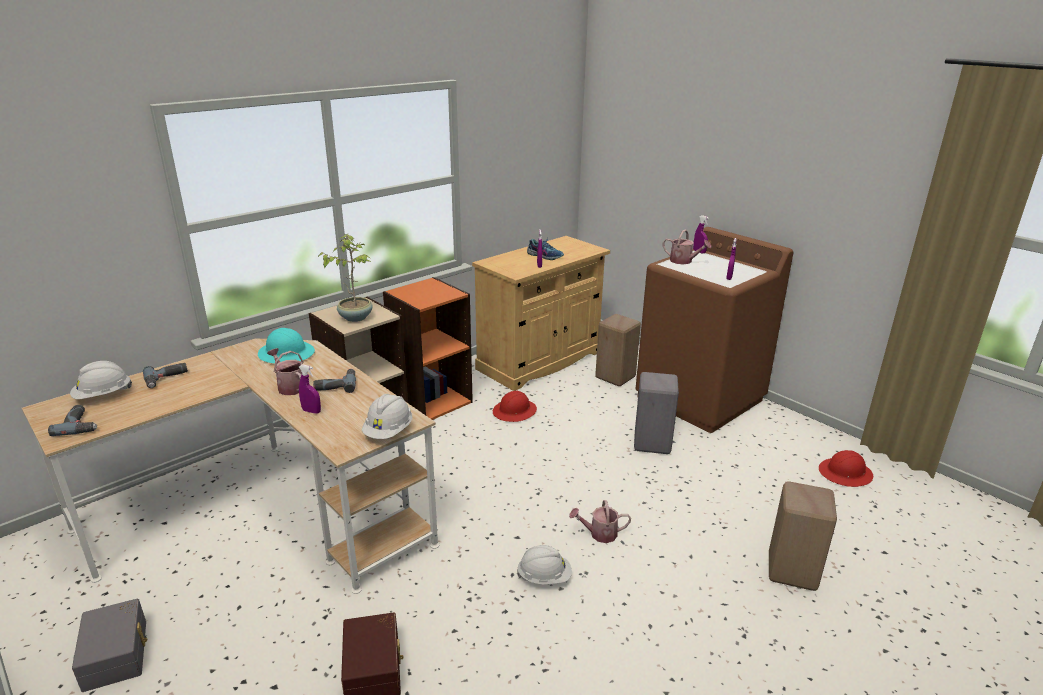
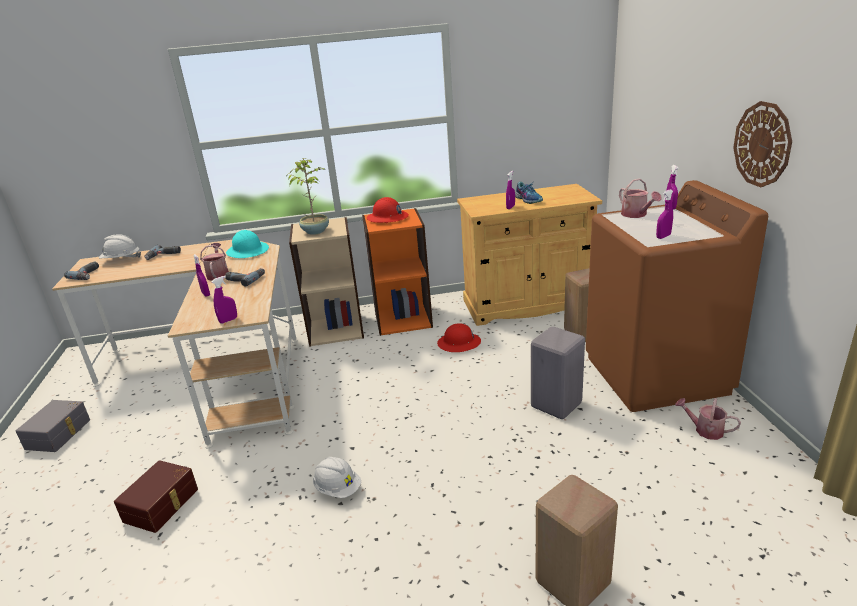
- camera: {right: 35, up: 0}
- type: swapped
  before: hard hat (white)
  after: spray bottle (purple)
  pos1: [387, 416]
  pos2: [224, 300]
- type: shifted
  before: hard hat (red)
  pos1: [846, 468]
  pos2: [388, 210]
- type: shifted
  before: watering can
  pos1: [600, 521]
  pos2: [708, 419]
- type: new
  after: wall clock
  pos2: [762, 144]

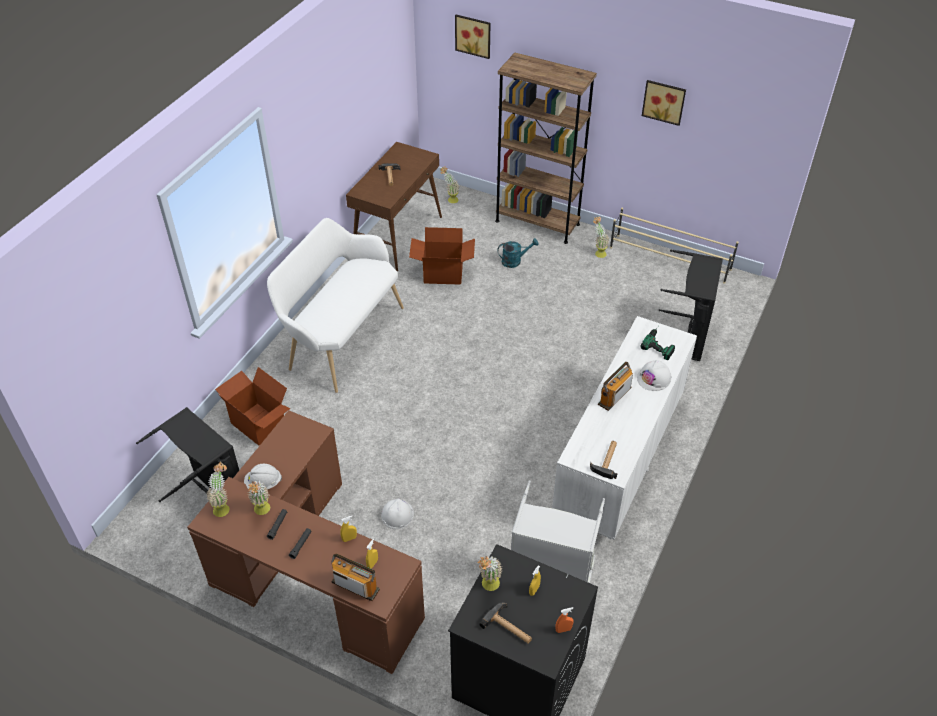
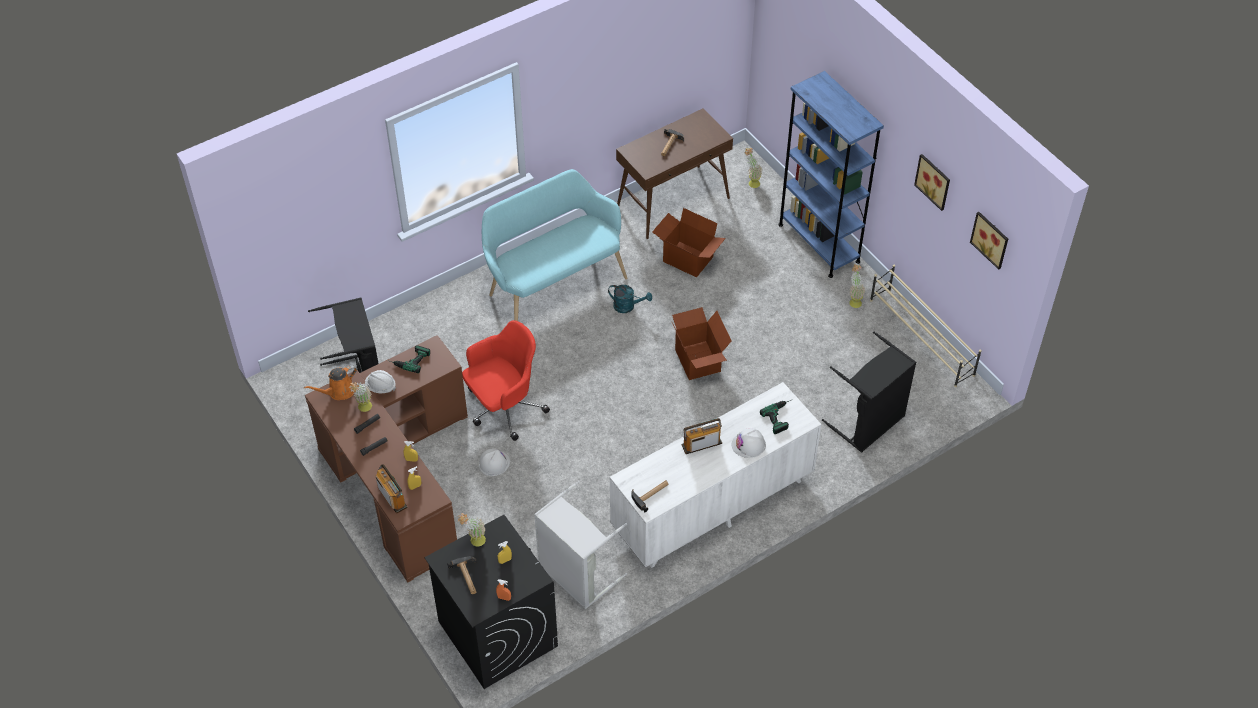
- camera: {right: 30, up: 5}
- type: shifted
  before: picture
  pos1: [473, 37]
  pos2: [989, 240]
- type: repainted
  before: bookcase (brown)
  after: bookcase (blue)
  pos1: [546, 148]
  pos2: [831, 174]
- type: repainted
  before: bench (white)
  after: bench (turquoise)
  pos1: [335, 305]
  pos2: [554, 245]
- type: shifted
  before: watering can (turquoise)
  pos1: [518, 253]
  pos2: [630, 299]
- type: shifted
  before: cardboard box
  pos1: [253, 406]
  pos2: [701, 343]
- type: swapped
  before: potted plant
  after: watering can (orange)
  pos1: [218, 489]
  pos2: [330, 382]
- type: new
  after: office chair (red)
  pos2: [506, 380]
- type: new
  after: power drill
  pos2: [408, 359]

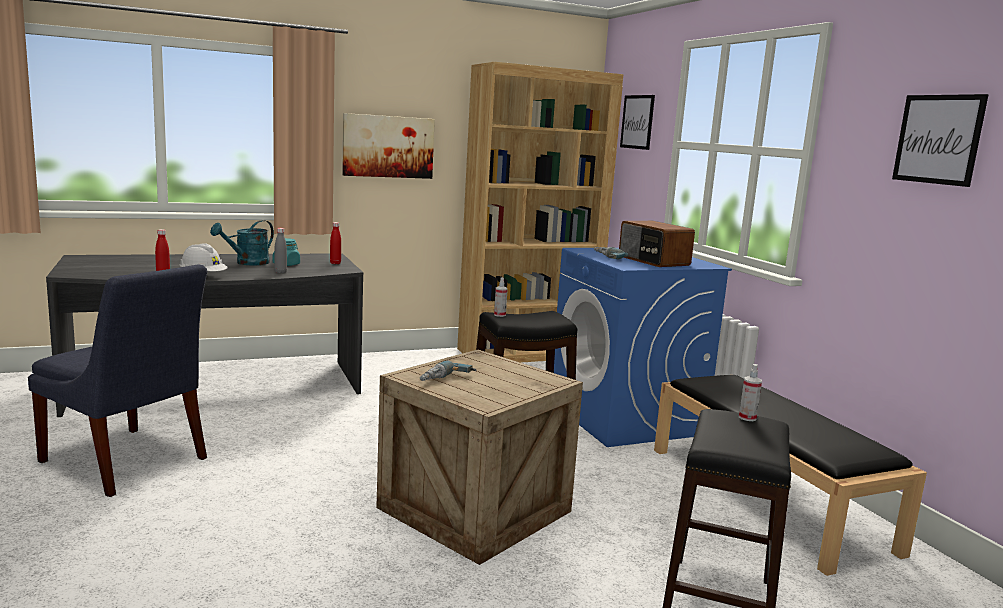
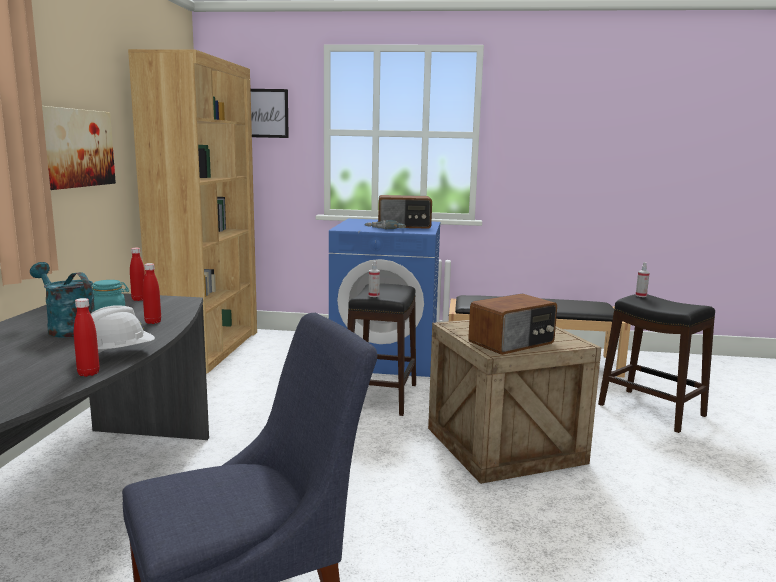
- camera: {right: -60, up: 0}
- type: gone
  before: picture
  pos1: [940, 140]
- type: rotated
  before: watering can (turquoise)
  pos1: [242, 243]
  pos2: [62, 300]
  turn: 150
- type: repainted
  before: bottle (grey)
  after: bottle (red)
  pos1: [280, 250]
  pos2: [152, 293]
- type: swapped
  before: power drill
  after: radio
  pos1: [448, 371]
  pos2: [512, 324]

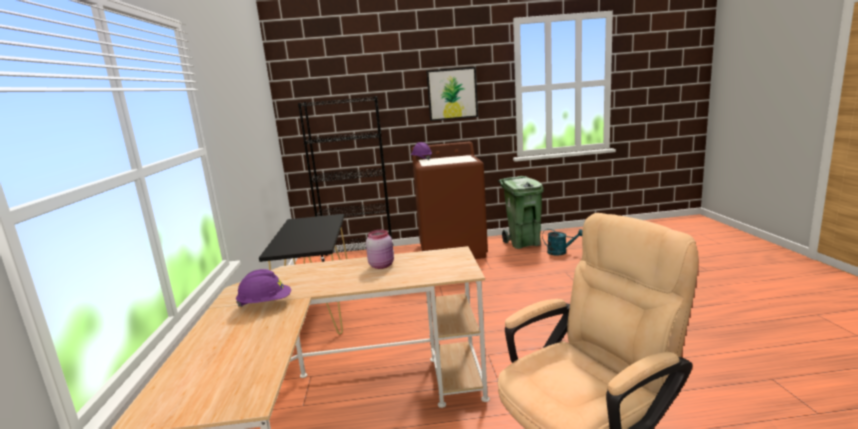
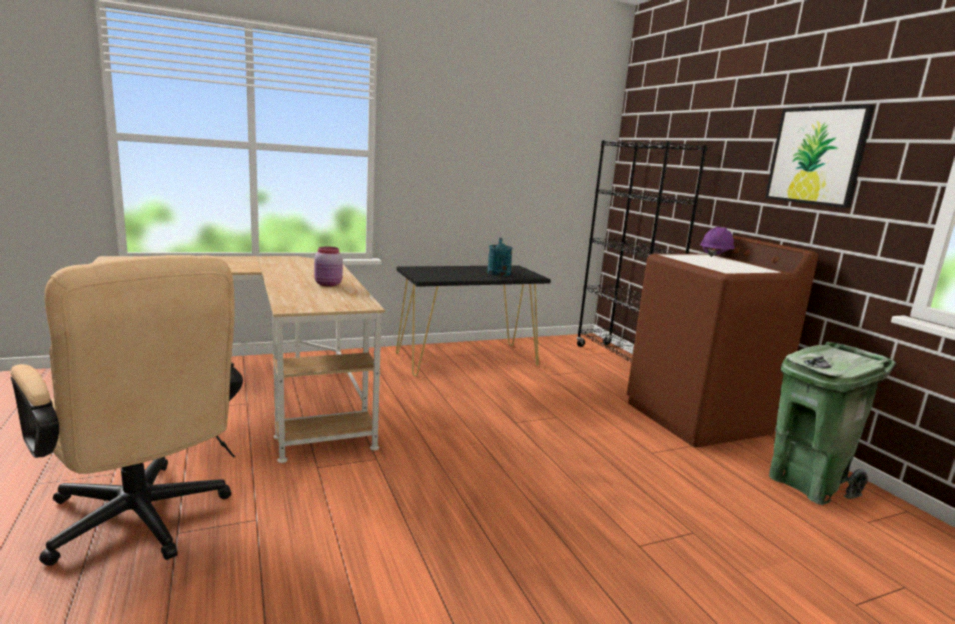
- camera: {right: 70, up: 0}
- type: shifted
  before: watering can (turquoise)
  pos1: [562, 242]
  pos2: [500, 257]
- type: gone
  before: hard hat (purple)
  pos1: [263, 288]

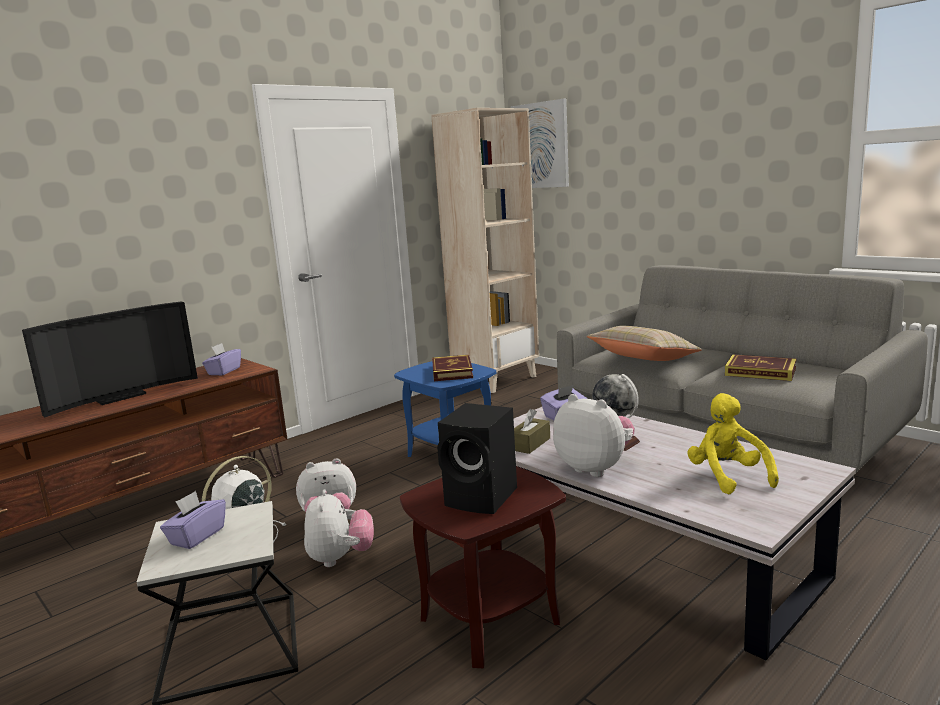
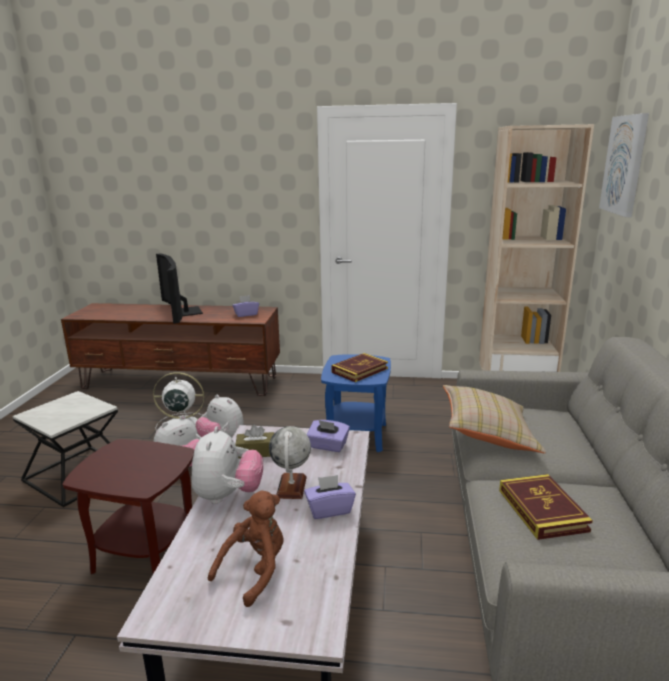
- camera: {right: 50, up: 5}
- type: rotated
  before: television
  pos1: [110, 359]
  pos2: [179, 289]
  turn: 60
- type: repainted
  before: plush toy (yellow)
  after: plush toy (brown)
  pos1: [733, 444]
  pos2: [246, 549]
- type: gone
  before: speaker (black)
  pos1: [477, 458]
- type: shifted
  before: tissue box (purple)
  pos1: [193, 520]
  pos2: [330, 497]

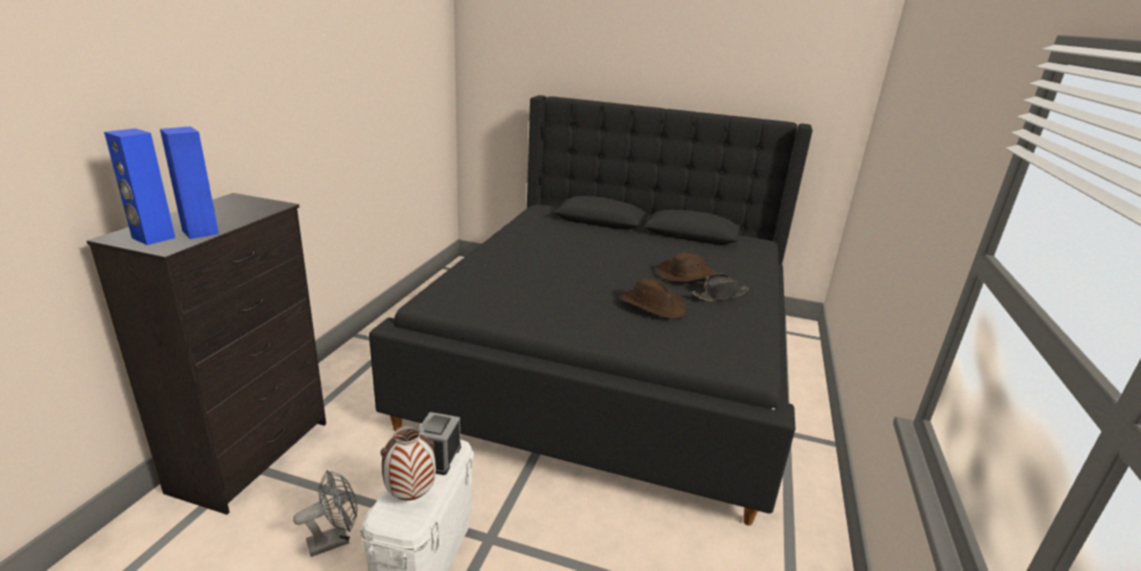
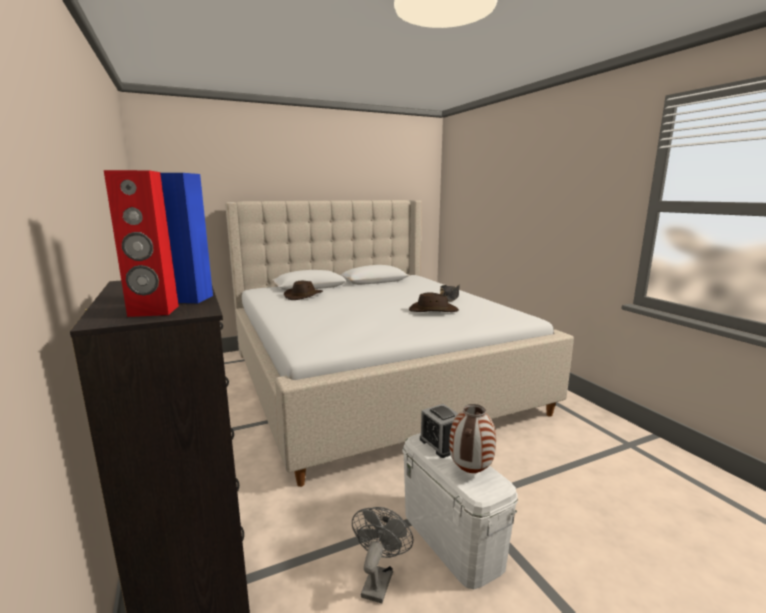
- camera: {right: -40, up: -10}
- type: repainted
  before: bed (black)
  after: bed (beige)
  pos1: [591, 310]
  pos2: [399, 343]
- type: repainted
  before: speaker (blue)
  after: speaker (red)
  pos1: [139, 186]
  pos2: [141, 243]
- type: shifted
  before: hat (brown)
  pos1: [687, 267]
  pos2: [303, 290]

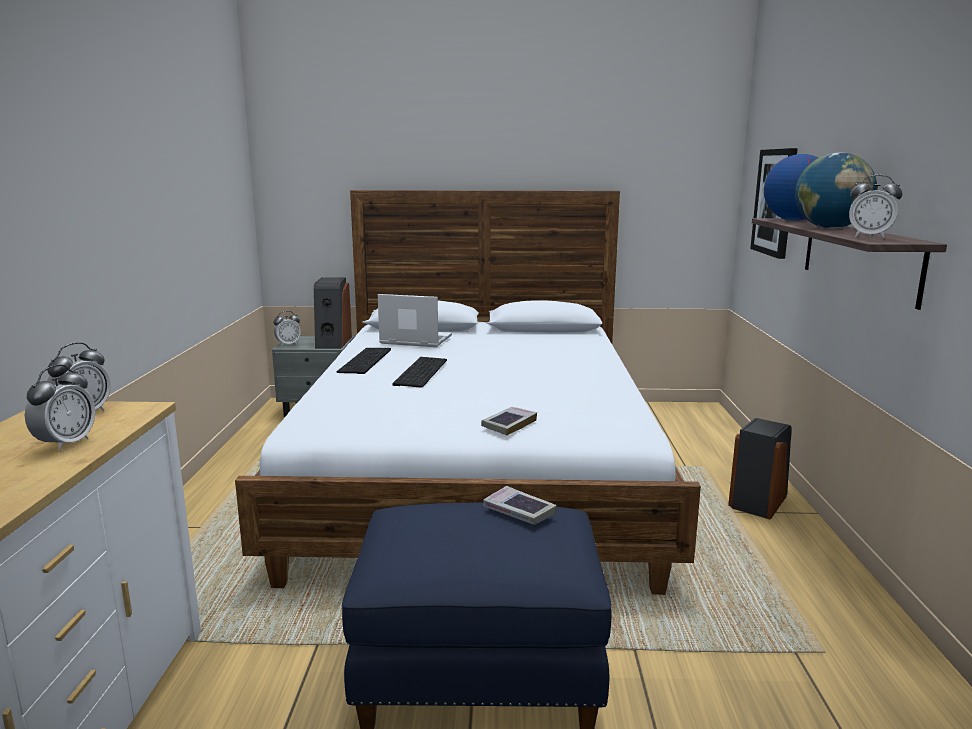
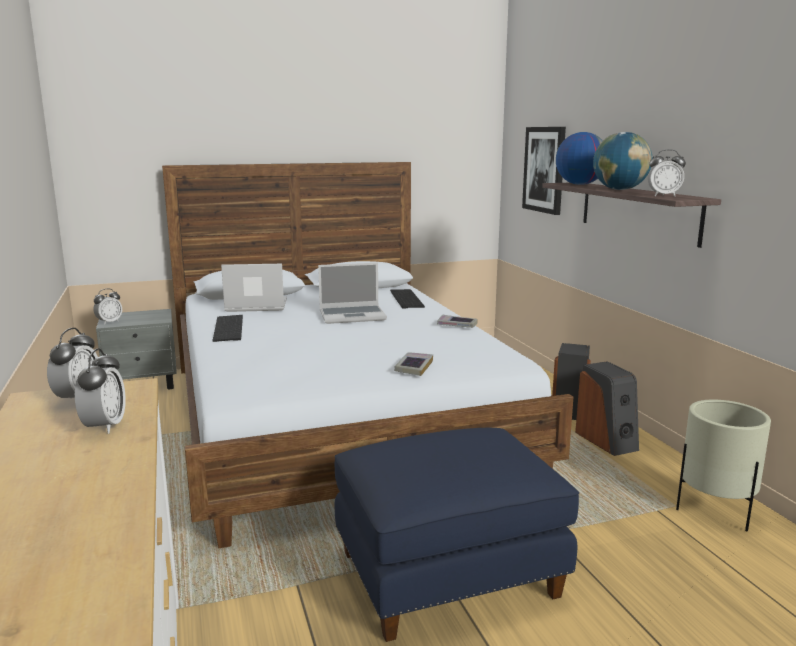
- camera: {right: -20, up: 0}
- type: shifted
  before: speaker
  pos1: [333, 313]
  pos2: [607, 408]
- type: shifted
  before: keyboard
  pos1: [419, 372]
  pos2: [407, 298]
- type: shifted
  before: book
  pos1: [520, 505]
  pos2: [457, 321]
- type: new
  after: laptop
  pos2: [352, 293]
- type: new
  after: planter (beige)
  pos2: [723, 466]

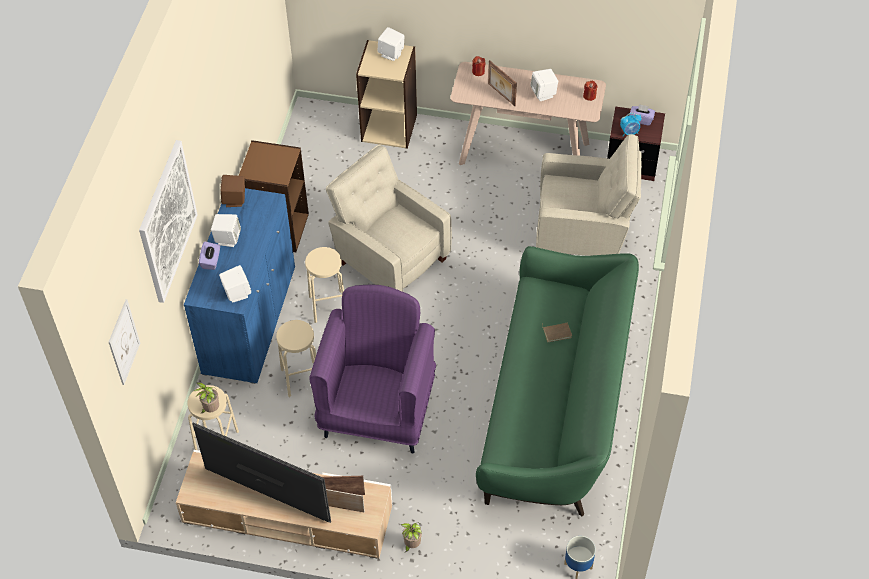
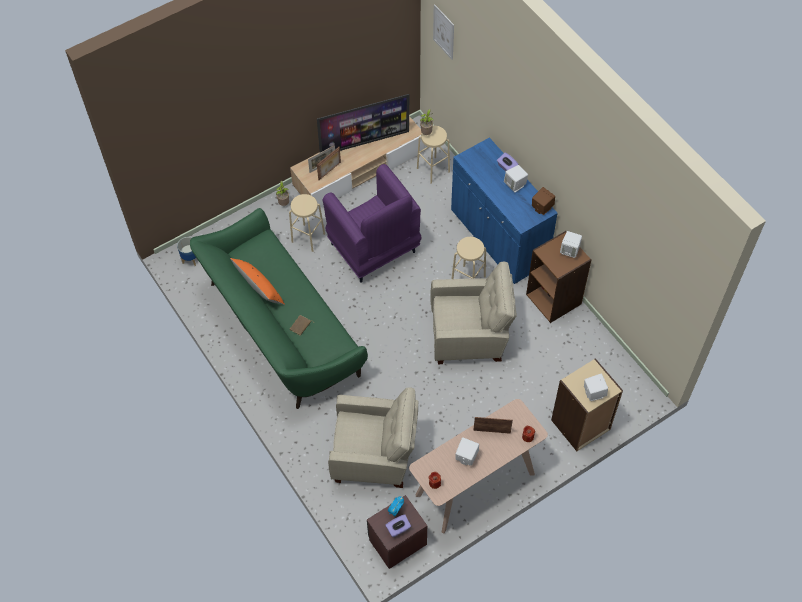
- camera: {right: 135, up: 5}
- type: rotated
  before: armchair (beige)
  pos1: [589, 195]
  pos2: [373, 437]
  turn: -135
- type: gone
  before: picture
  pos1: [168, 221]
- type: shifted
  before: speaker (white)
  pos1: [235, 283]
  pos2: [571, 244]
- type: shifted
  before: stool (beige)
  pos1: [296, 358]
  pos2: [307, 223]
- type: new
  after: pillow (orange)
  pos2: [257, 281]

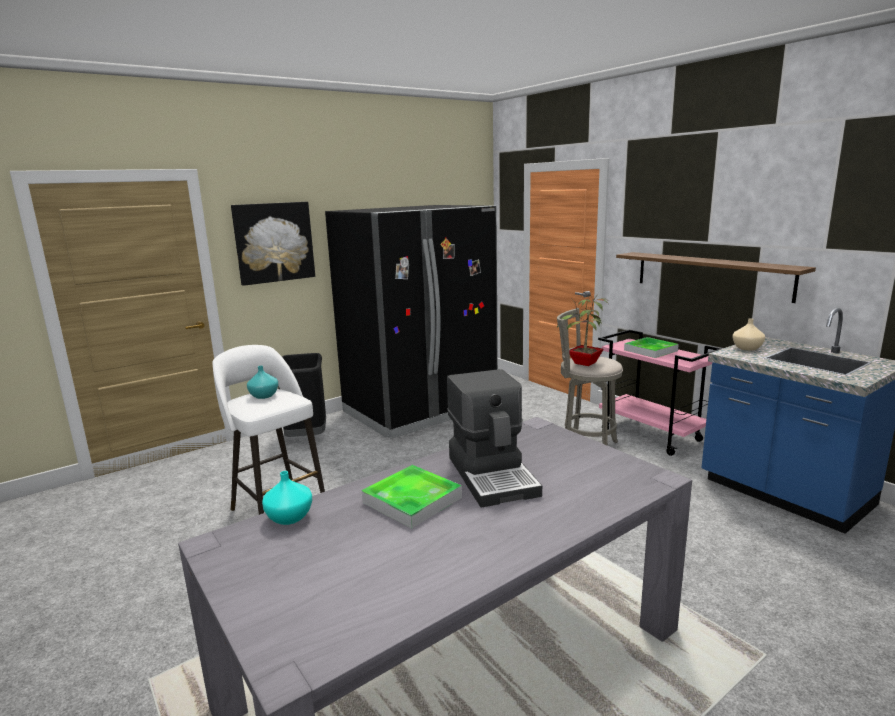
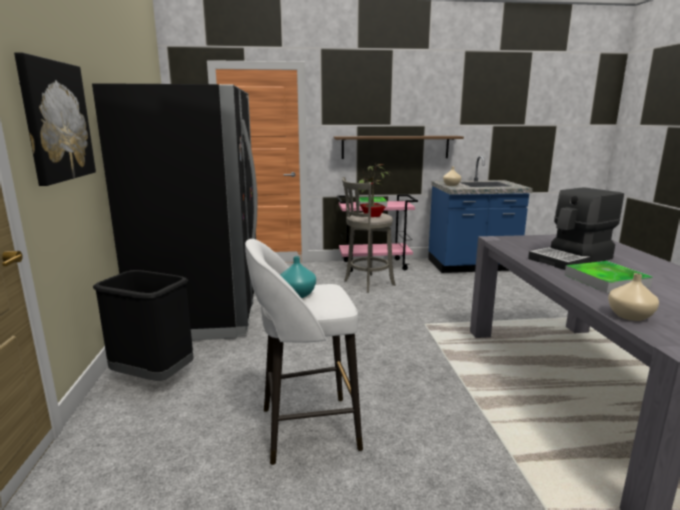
- camera: {right: -60, up: 0}
- type: rotated
  before: coffee machine
  pos1: [494, 438]
  pos2: [576, 228]
  turn: 135
- type: repainted
  before: vase (turquoise)
  after: vase (beige)
  pos1: [287, 498]
  pos2: [633, 297]

